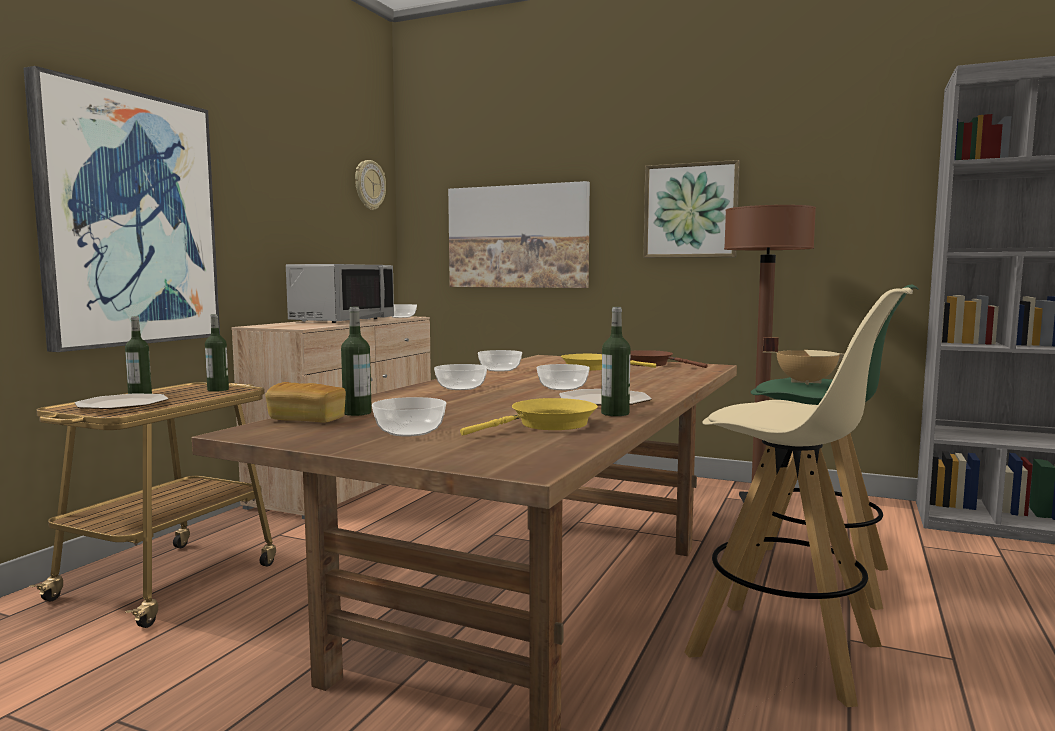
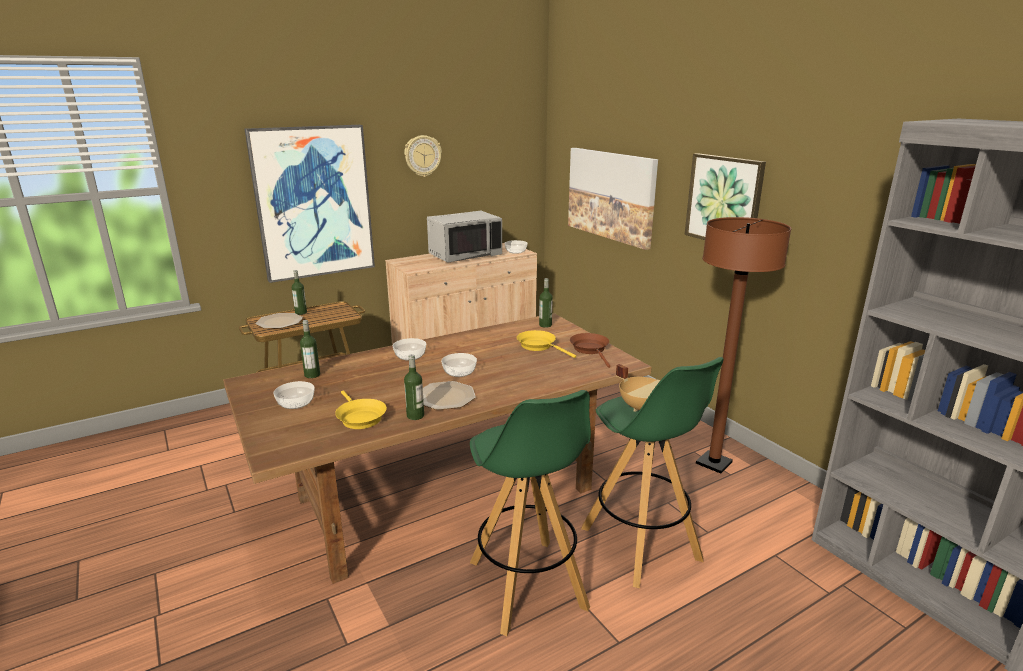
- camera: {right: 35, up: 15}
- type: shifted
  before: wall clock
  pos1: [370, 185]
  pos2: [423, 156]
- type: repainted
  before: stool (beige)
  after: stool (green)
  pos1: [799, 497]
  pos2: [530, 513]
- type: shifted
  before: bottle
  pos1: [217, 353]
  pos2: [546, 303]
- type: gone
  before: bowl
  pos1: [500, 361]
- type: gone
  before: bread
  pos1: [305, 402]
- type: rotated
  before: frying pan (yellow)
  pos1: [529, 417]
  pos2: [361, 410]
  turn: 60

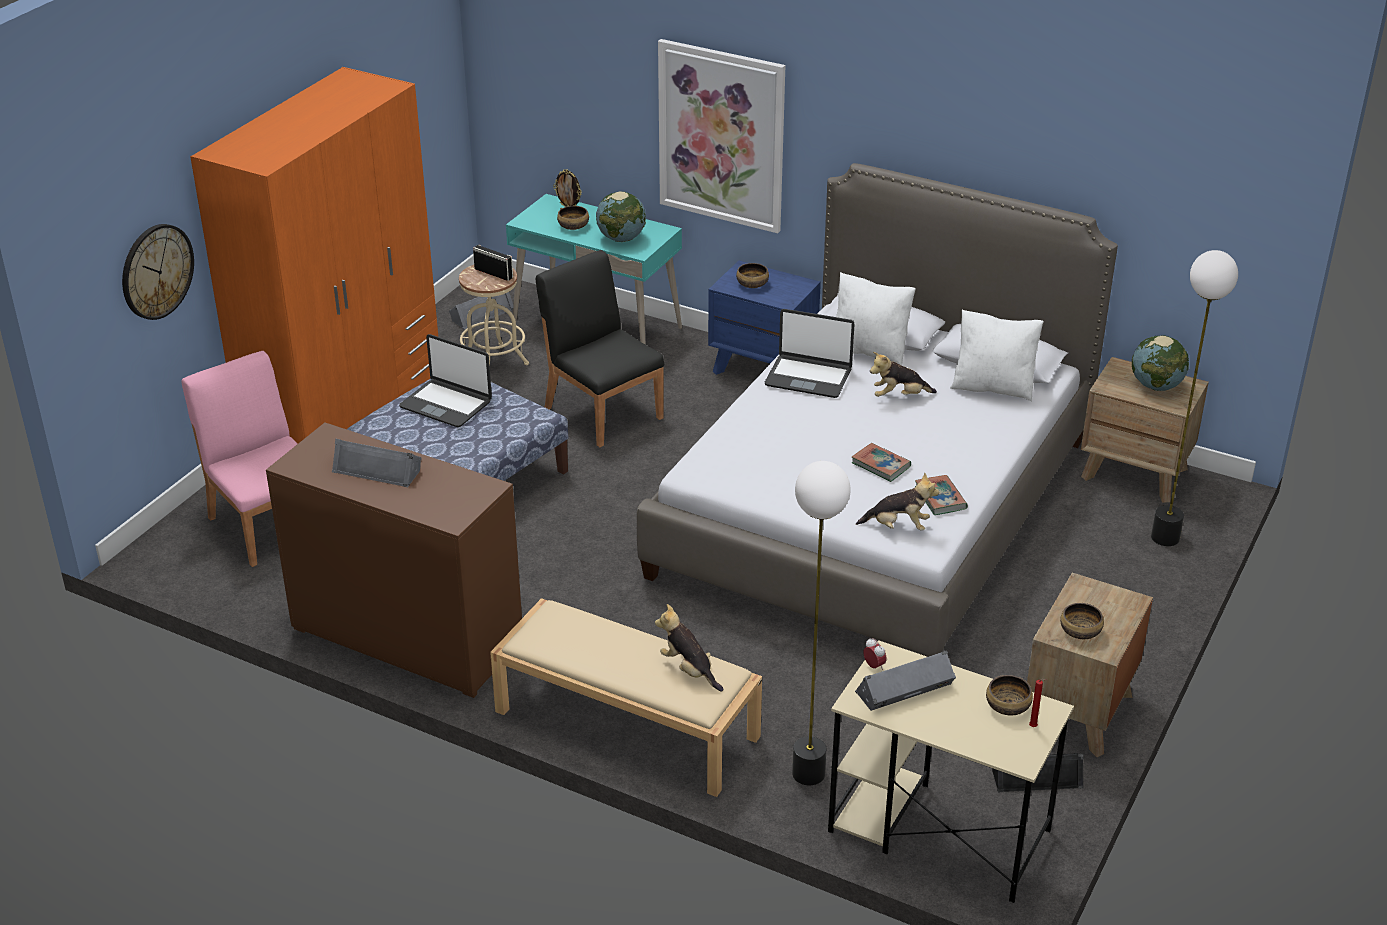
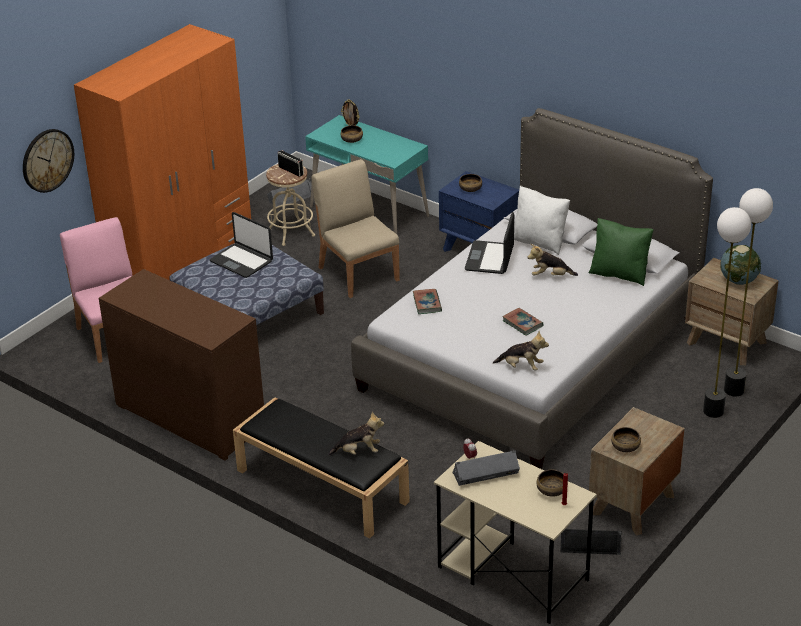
- camera: {right: 10, up: 0}
- type: gone
  before: picture
  pos1: [721, 136]
- type: gone
  before: globe
  pos1: [621, 216]
- type: repainted
  before: chair (black)
  after: chair (beige)
  pos1: [600, 348]
  pos2: [356, 228]
- type: rotated
  before: laptop
  pos1: [809, 353]
  pos2: [489, 243]
  turn: 75
- type: repainted
  before: pillow (white)
  after: pillow (green)
  pos1: [997, 355]
  pos2: [621, 252]
- type: gone
  before: speaker (grey)
  pos1: [377, 463]
- type: shifted
  before: floor lamp
  pos1: [821, 623]
  pos2: [727, 312]
- type: shifted
  before: book
  pos1: [941, 495]
  pos2: [427, 301]
- type: repainted
  before: bench (beige)
  after: bench (black)
  pos1: [626, 697]
  pos2: [321, 467]
- type: rotated
  before: plush toy
  pos1: [689, 647]
  pos2: [356, 433]
  turn: 120

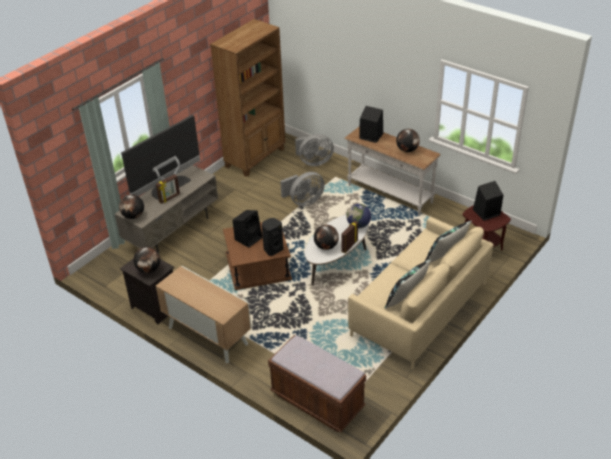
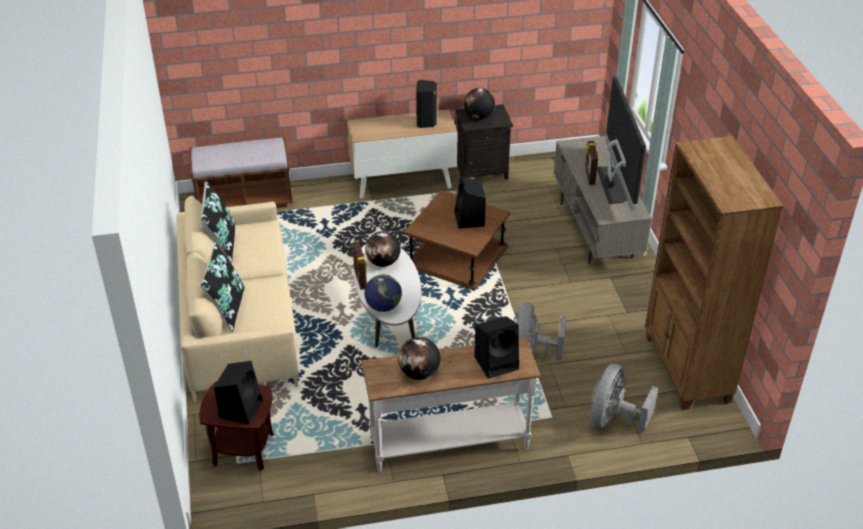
- camera: {right: 130, up: 0}
- type: gone
  before: globe
  pos1: [131, 206]
- type: shifted
  before: speaker (black)
  pos1: [272, 237]
  pos2: [426, 104]

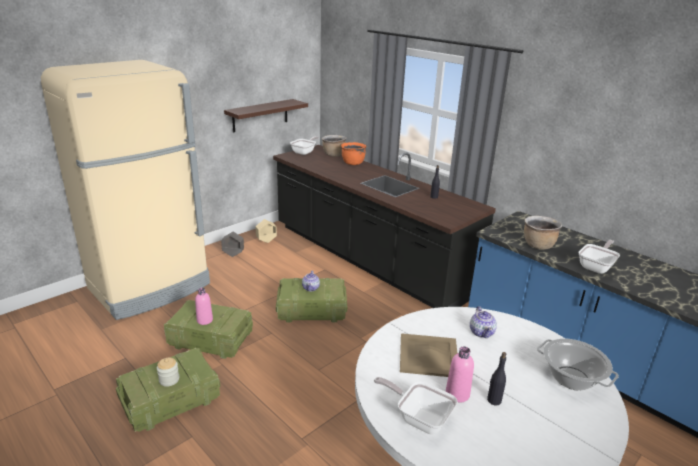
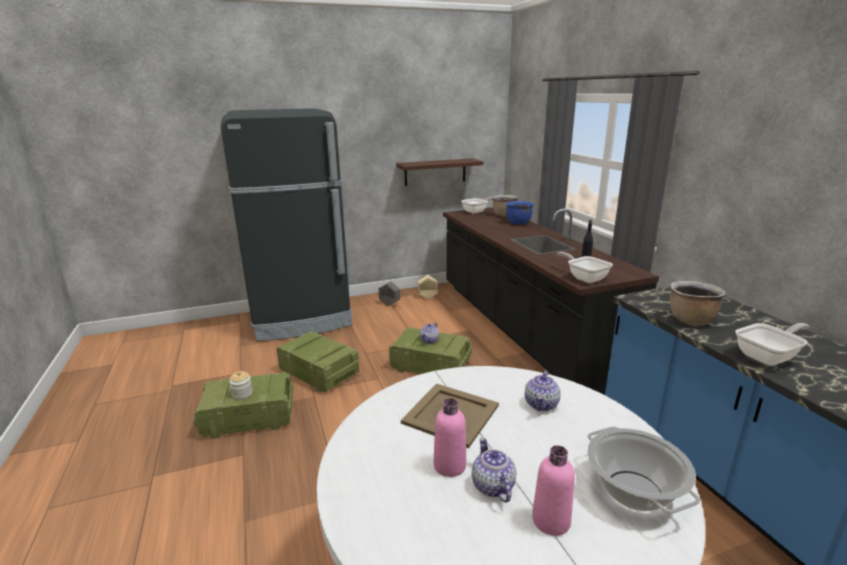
- camera: {right: 25, up: -5}
- type: repainted
  before: fridge (beige)
  after: fridge (black)
  pos1: [125, 190]
  pos2: [287, 224]
- type: repainted
  before: cooking pot (orange)
  after: cooking pot (blue)
  pos1: [353, 153]
  pos2: [520, 213]
- type: shifted
  before: bottle (pink)
  pos1: [204, 306]
  pos2: [553, 490]
- type: swapped
  before: bottle (black)
  after: teapot
  pos1: [496, 378]
  pos2: [494, 469]
- type: shifted
  before: frying pan
  pos1: [416, 405]
  pos2: [585, 267]

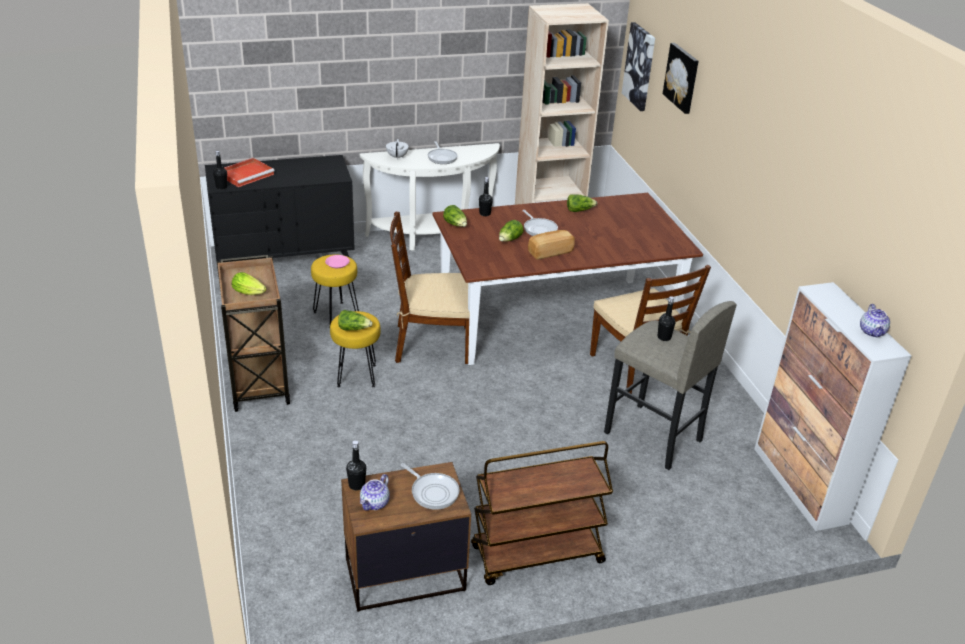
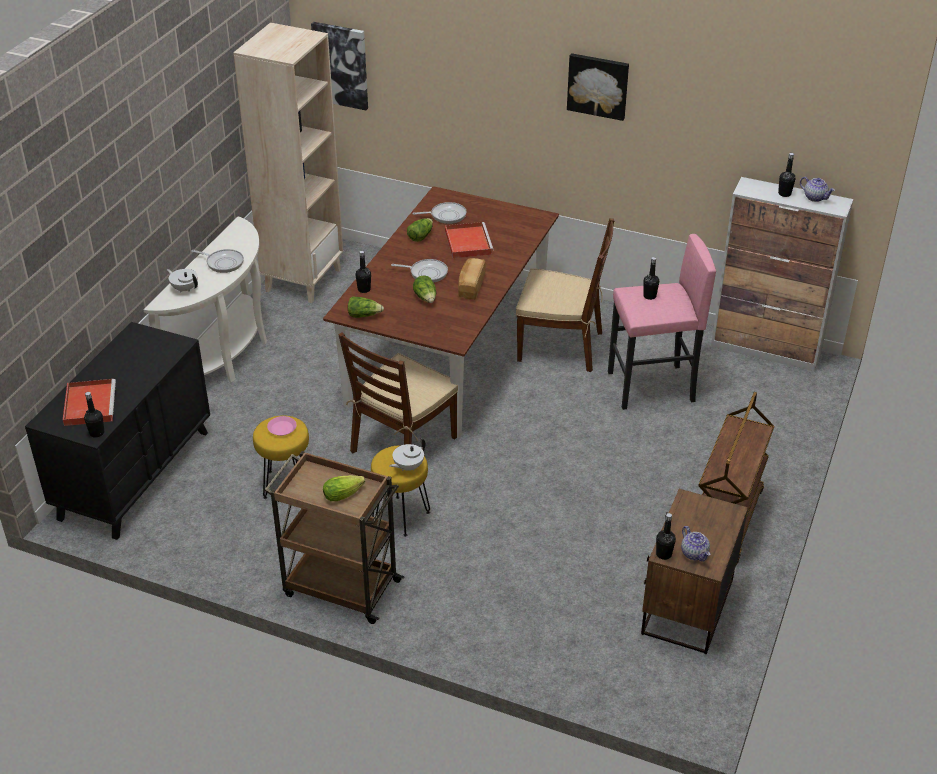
- camera: {right: -50, up: 5}
- type: shifted
  before: picture
  pos1: [680, 78]
  pos2: [598, 87]
- type: repainted
  before: stool (grey)
  after: stool (pink)
  pos1: [670, 385]
  pos2: [662, 322]
- type: swapped
  before: lettuce
  after: teapot (white)
  pos1: [355, 320]
  pos2: [407, 454]
- type: shifted
  before: frying pan
  pos1: [430, 486]
  pos2: [439, 213]
- type: new
  after: bottle (black)
  pos2: [786, 175]
- type: new
  after: tray (red)
  pos2: [469, 240]

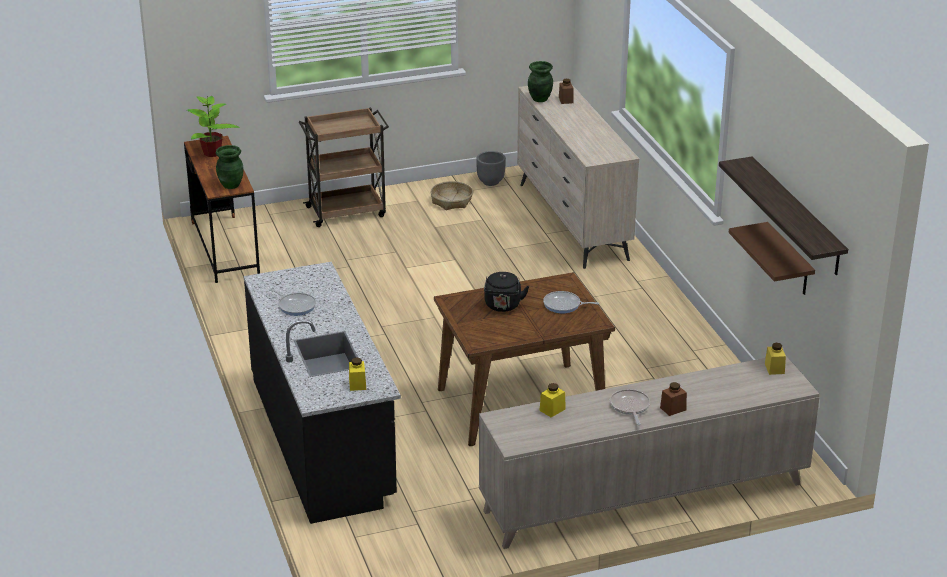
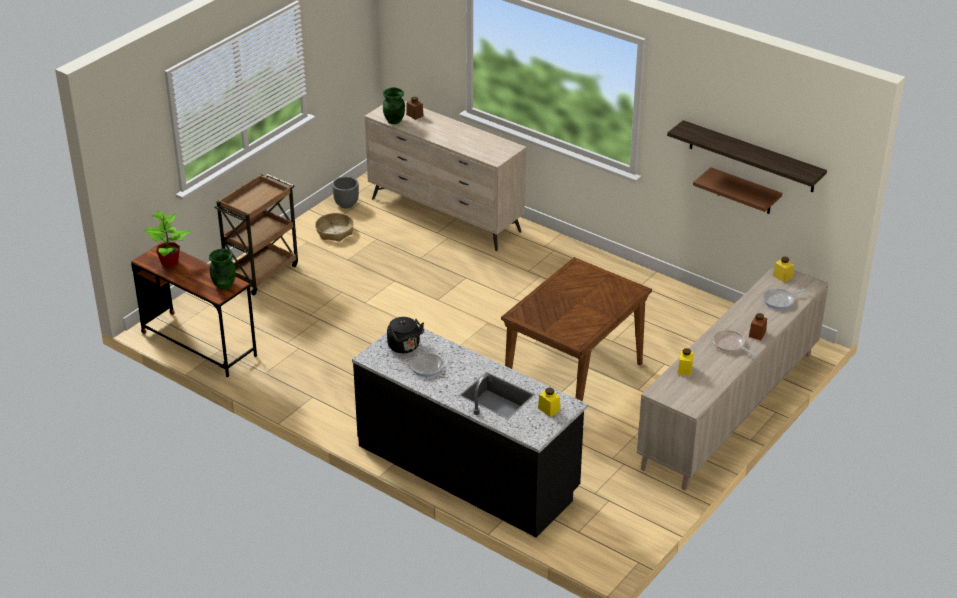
- camera: {right: -35, up: 5}
- type: shifted
  before: kettle (black)
  pos1: [506, 292]
  pos2: [405, 335]
- type: shifted
  before: frying pan
  pos1: [571, 302]
  pos2: [784, 299]

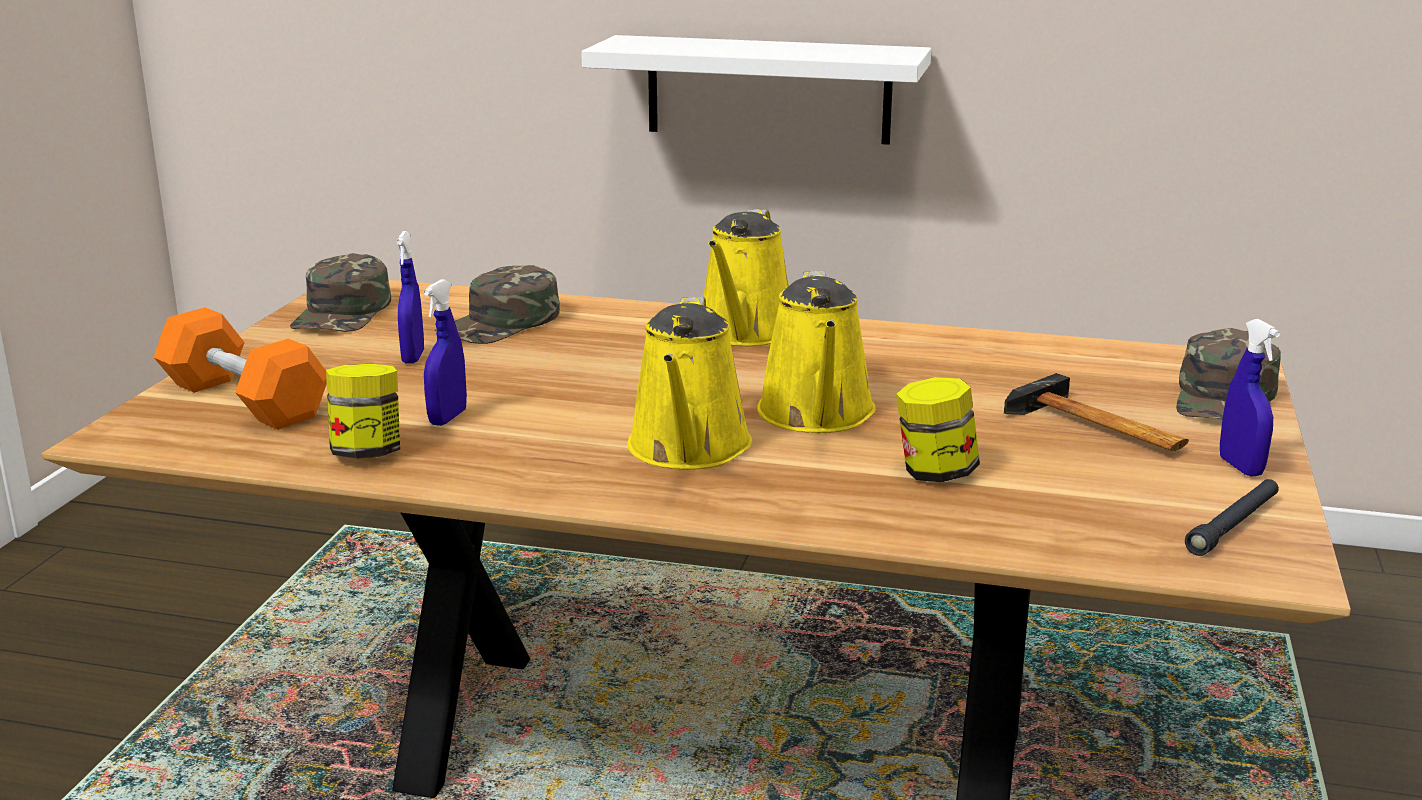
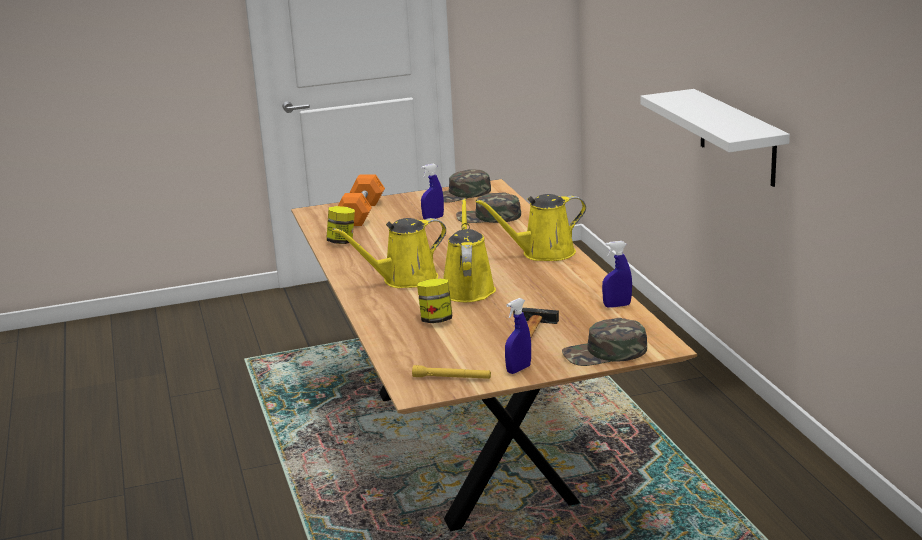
- camera: {right: 60, up: 0}
- type: rotated
  before: watering can (yellow)
  pos1: [816, 352]
  pos2: [469, 250]
  turn: 120
- type: shifted
  before: spray bottle (blue)
  pos1: [445, 352]
  pos2: [617, 274]
- type: repainted
  before: flashlight (black)
  after: flashlight (yellow)
  pos1: [1232, 517]
  pos2: [451, 372]

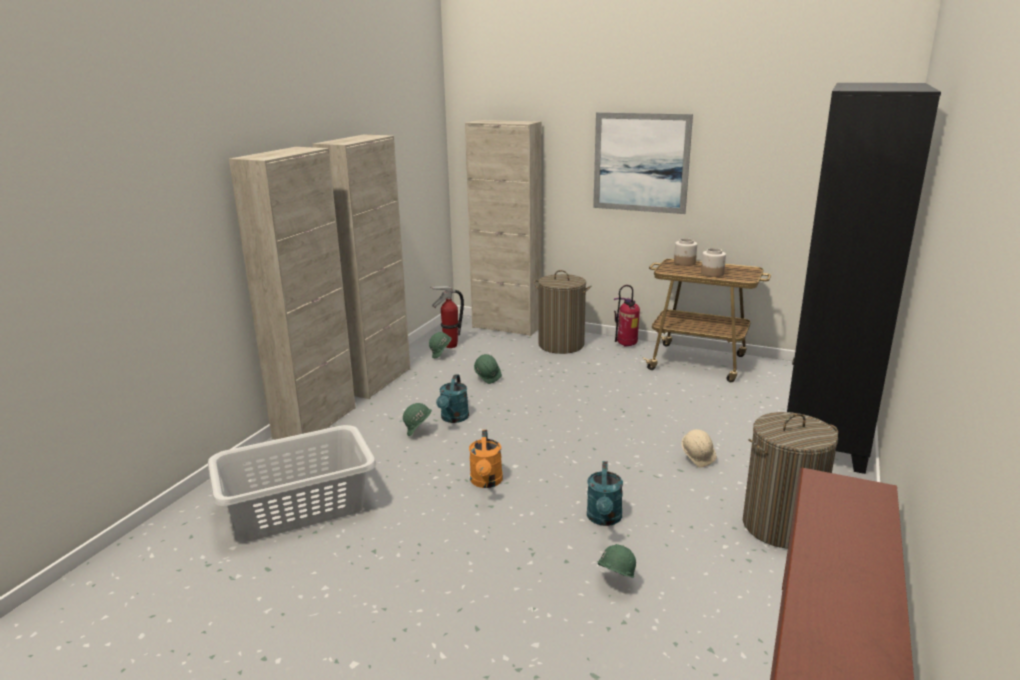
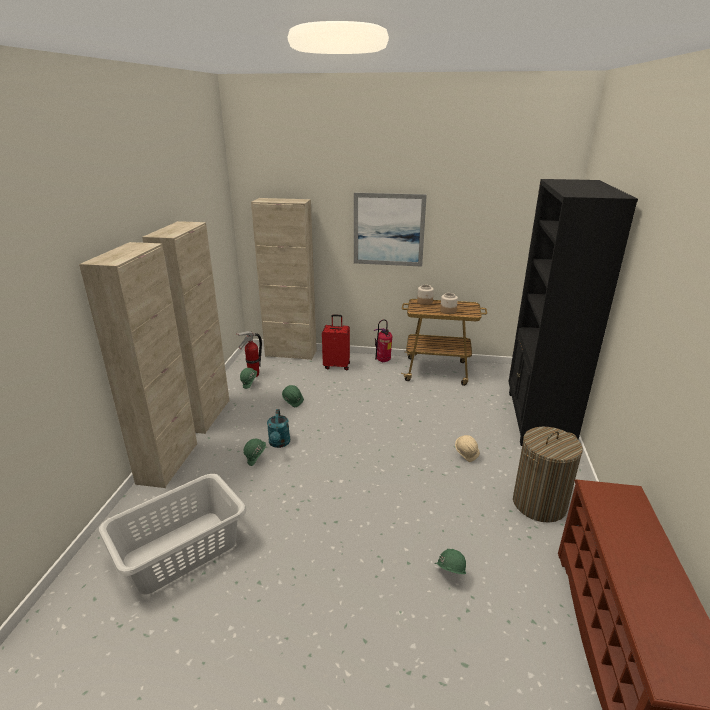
- camera: {right: -15, up: 5}
- type: swapped
  before: laundry basket
  after: suitcase (red)
  pos1: [563, 312]
  pos2: [336, 342]
- type: gone
  before: watering can (orange)
  pos1: [486, 459]
- type: gone
  before: watering can (turquoise)
  pos1: [605, 493]

